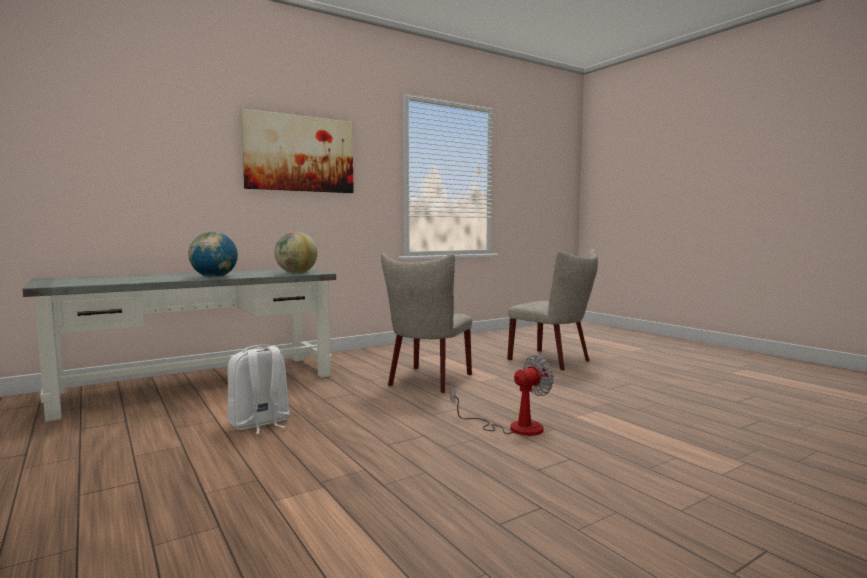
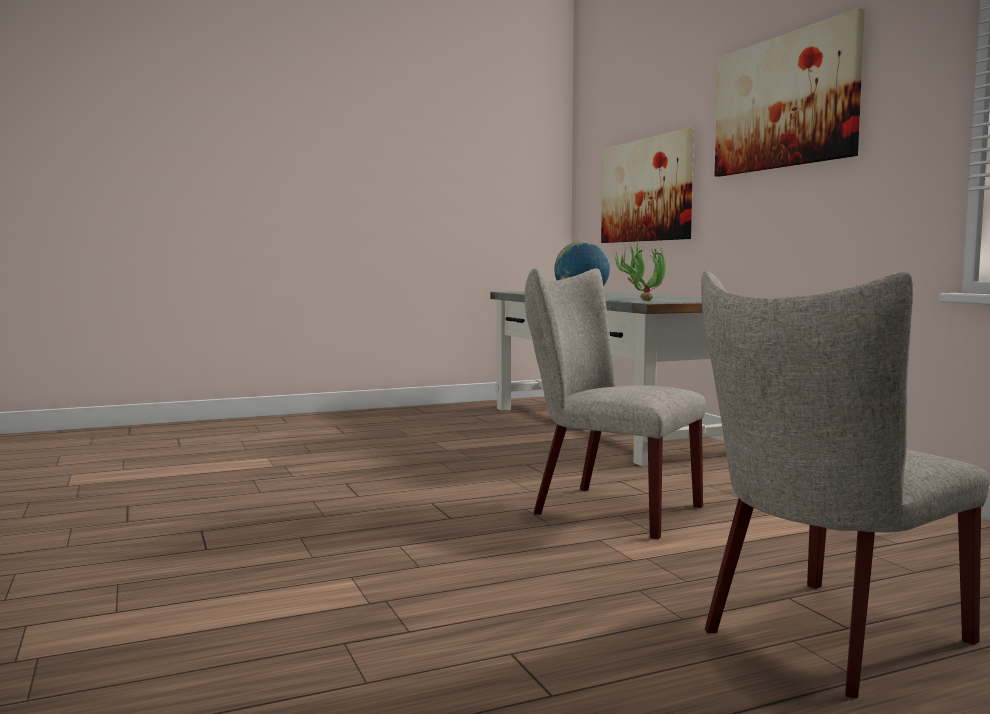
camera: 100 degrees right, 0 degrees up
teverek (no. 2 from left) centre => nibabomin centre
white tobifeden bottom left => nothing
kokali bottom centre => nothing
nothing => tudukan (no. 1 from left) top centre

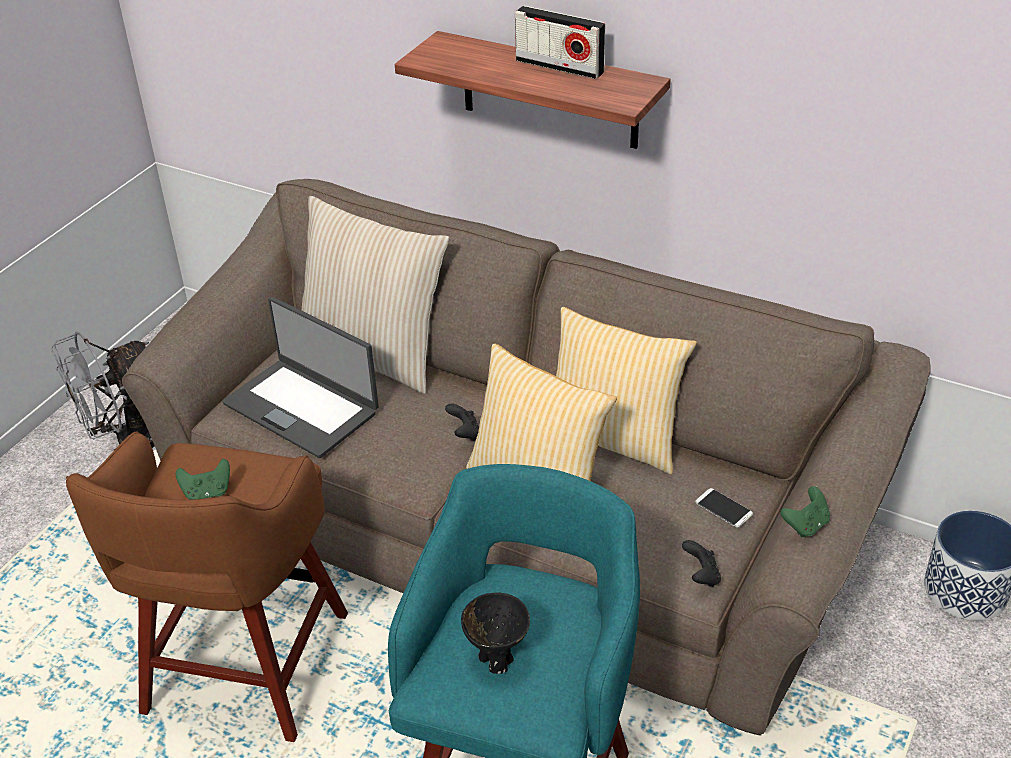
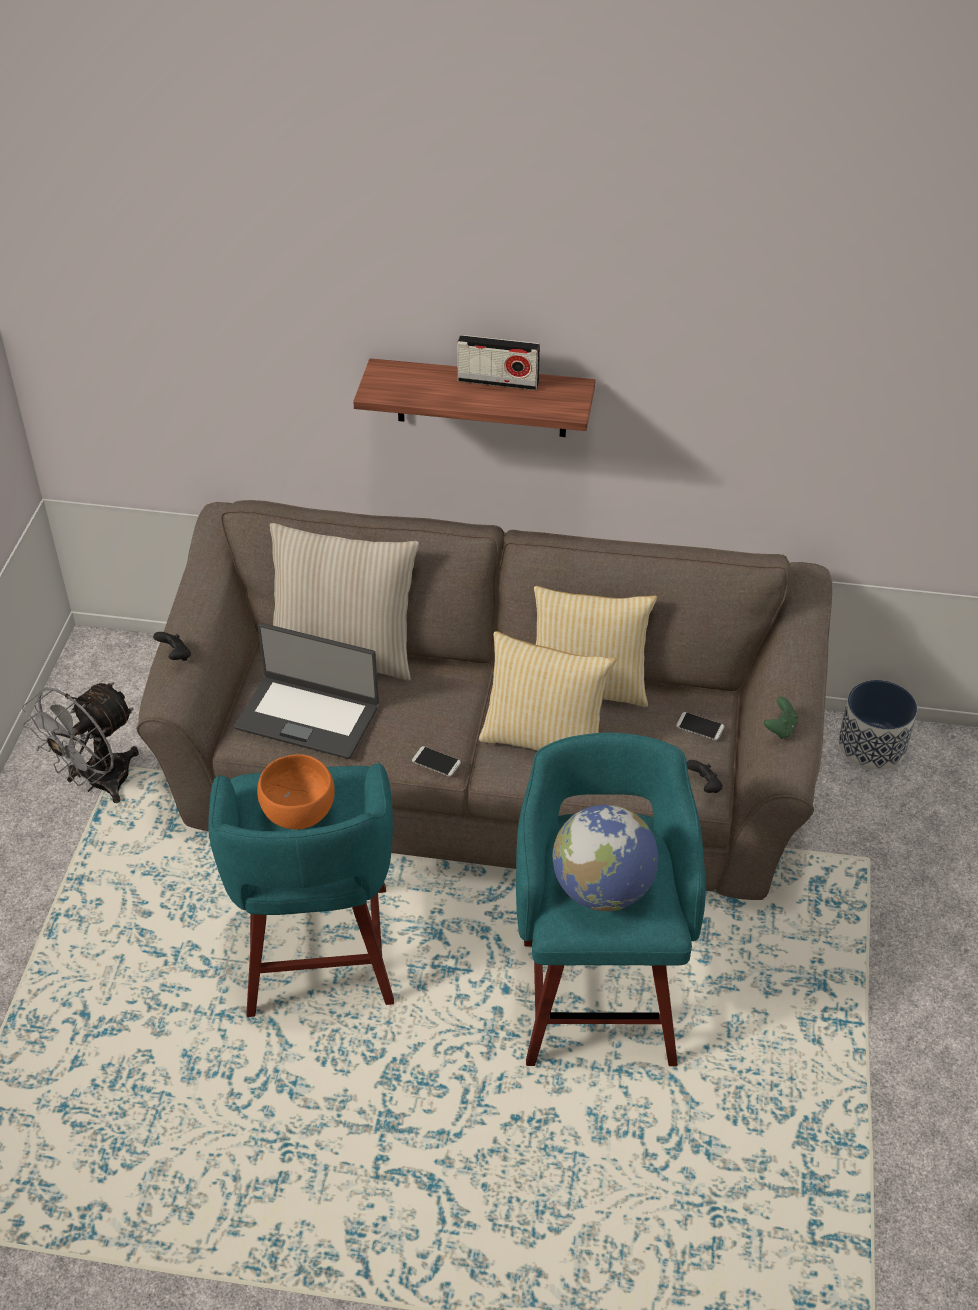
camera: 20 degrees left, 5 degrees up
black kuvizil (no. 1 from left) centre => black kuvizil (no. 1 from left) middle left, relocated
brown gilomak bottom left => turquoise gilomak (no. 1 from left) bottom left
green kuvizil (no. 1 from left) middle left => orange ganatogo middle left
black ganatogo bottom centre => teverek centre
nothing => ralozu (no. 1 from left) centre

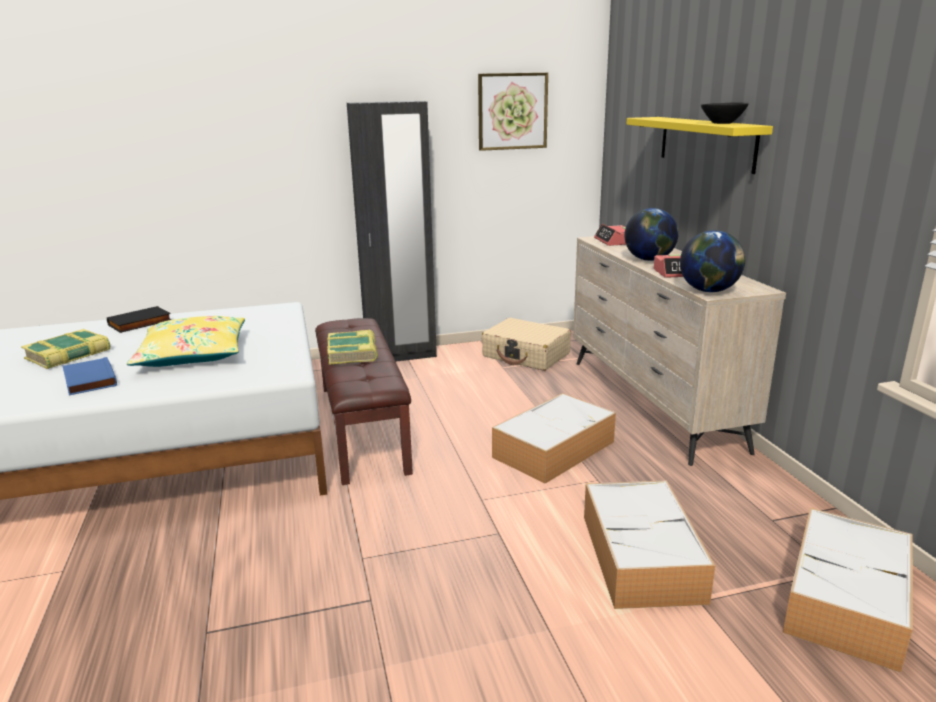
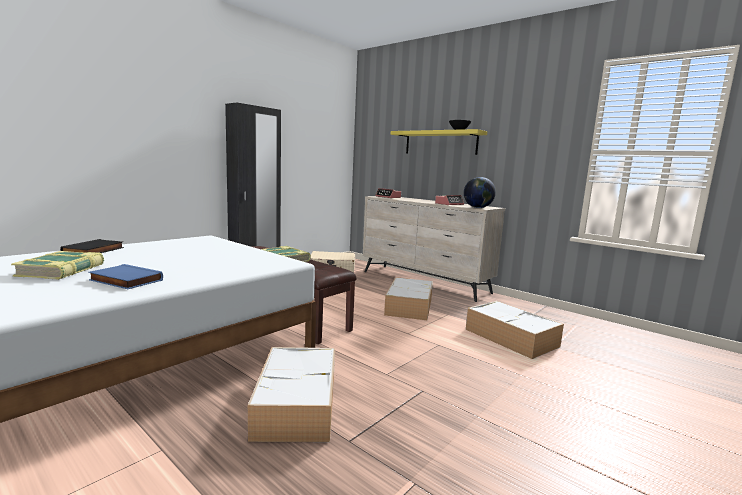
camera: 35 degrees left, 10 degrees down
tudukan top centre => nothing
teverek (no. 1 from left) middle right => nothing
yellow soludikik middle left => nothing
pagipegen (no. 3 from left in the first image) bottom right => pagipegen (no. 1 from left) bottom centre, relocated

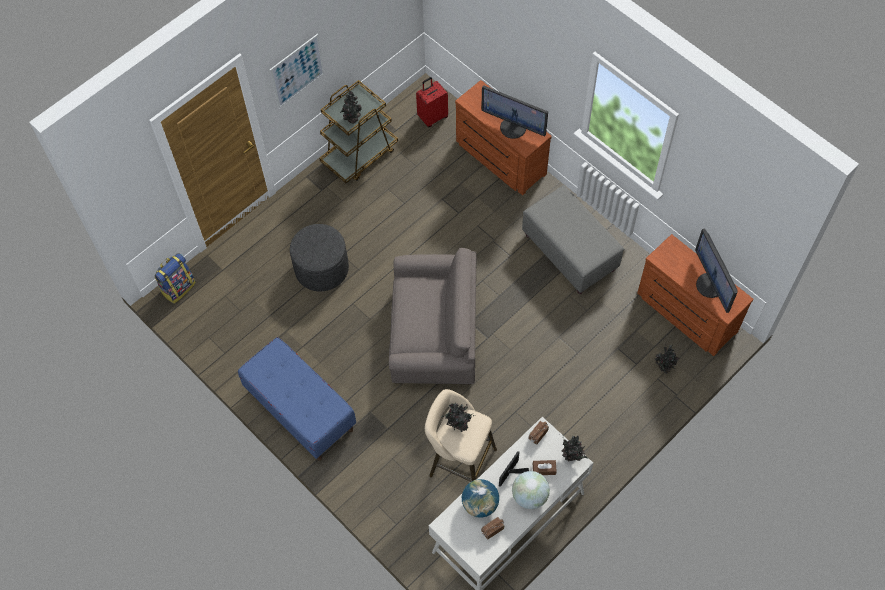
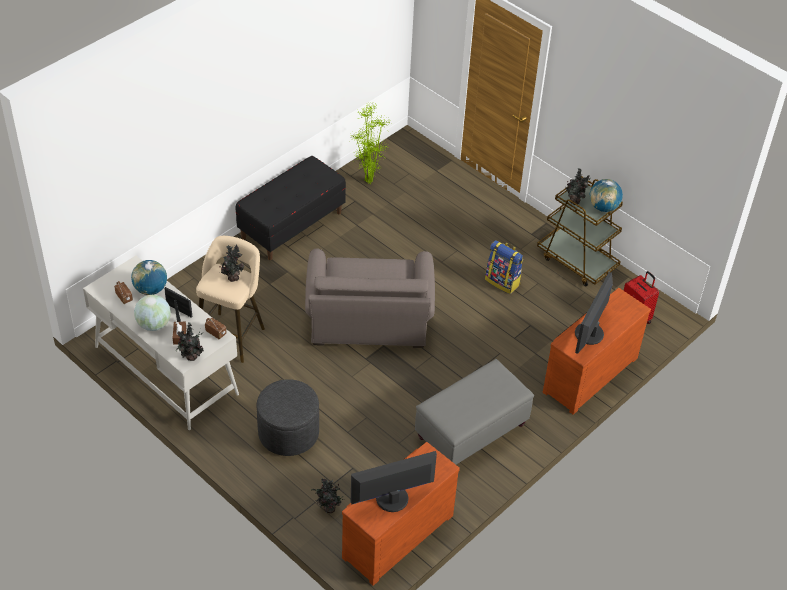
camera: 85 degrees right, 15 degrees down
tudukan top centre => nothing
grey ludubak (no. 1 from left) centre => grey ludubak (no. 1 from left) bottom centre, relocated
tobifeden middle left => tobifeden centre, relocated
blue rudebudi bottom centre => black rudebudi centre
nothing => nibabomin (no. 4 from left) top centre
nothing => teverek (no. 3 from left) top right

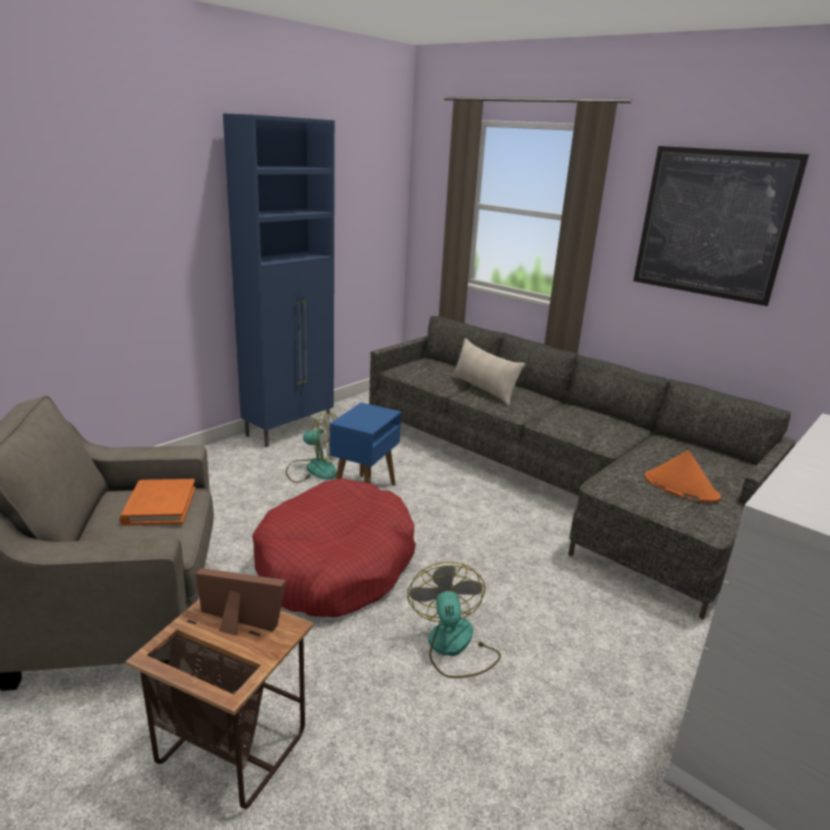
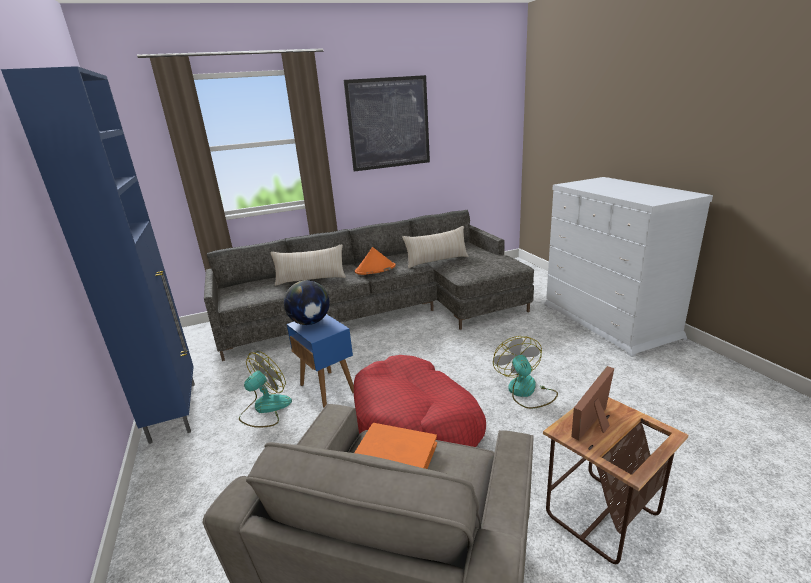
camera: 60 degrees left, 0 degrees up
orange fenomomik middle right => orange fenomomik centre, relocated
kokali (no. 2 from left) bottom centre => kokali (no. 2 from left) centre, 60 degrees clockwise
nothing => beige soludikik (no. 2 from left) centre
nothing => teverek centre

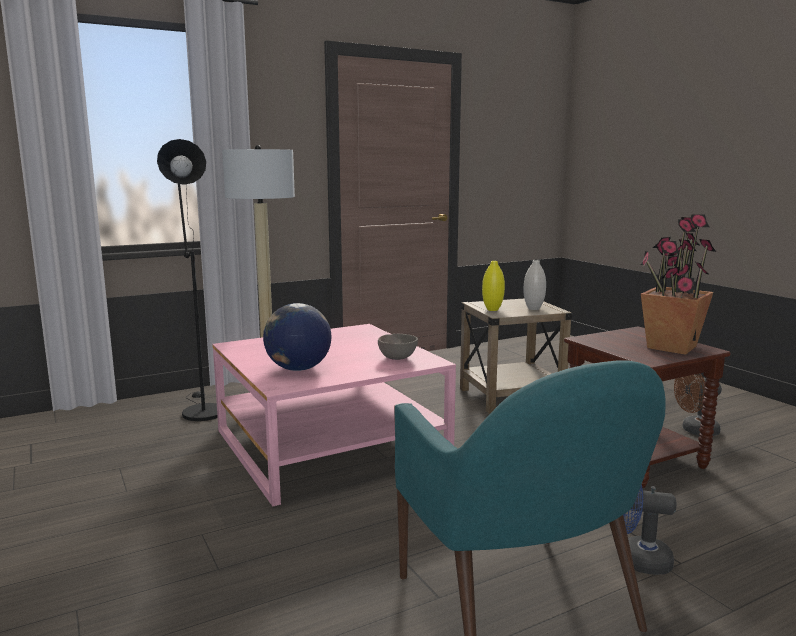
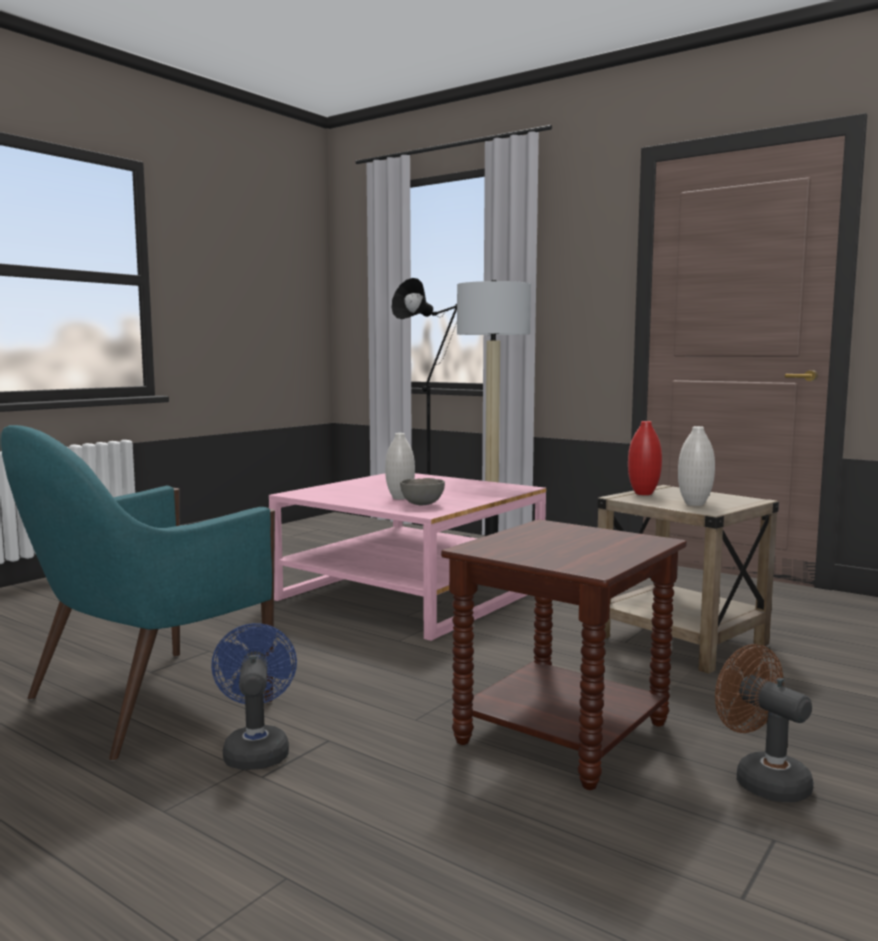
camera: 65 degrees right, 5 degrees down
nibabomin middle right => nothing
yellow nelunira centre => red nelunira middle right
teverek centre => nothing
nothing => white nelunira (no. 1 from left) centre

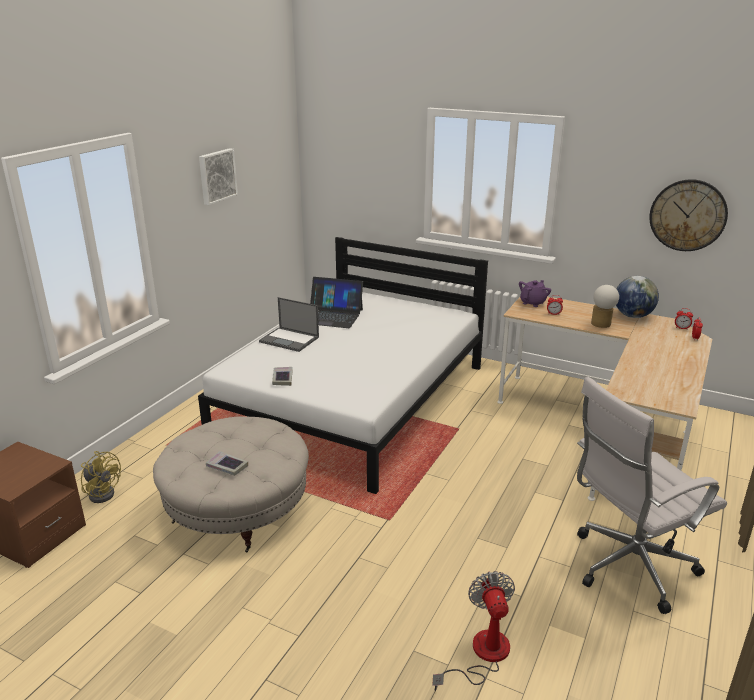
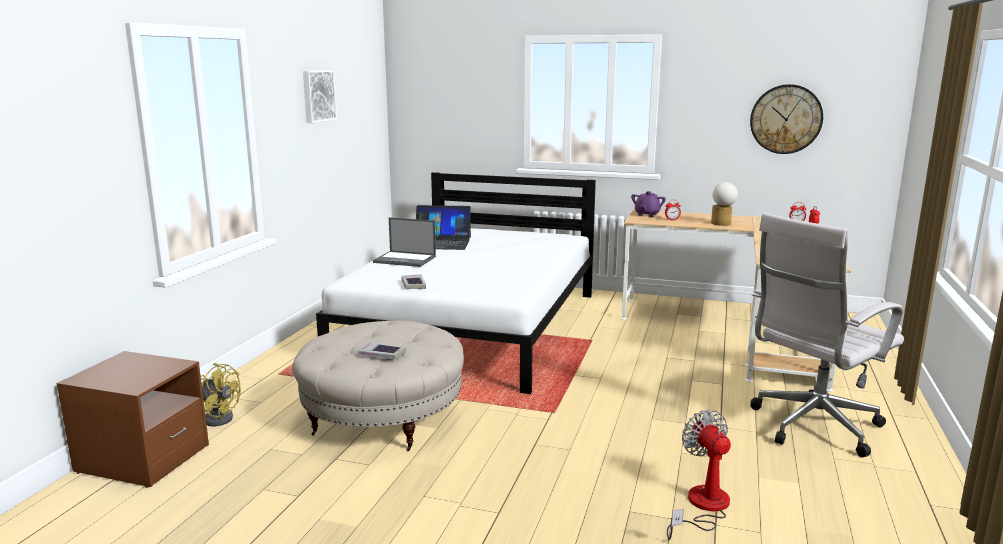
camera: 10 degrees left, 10 degrees down
teverek middle right => nothing

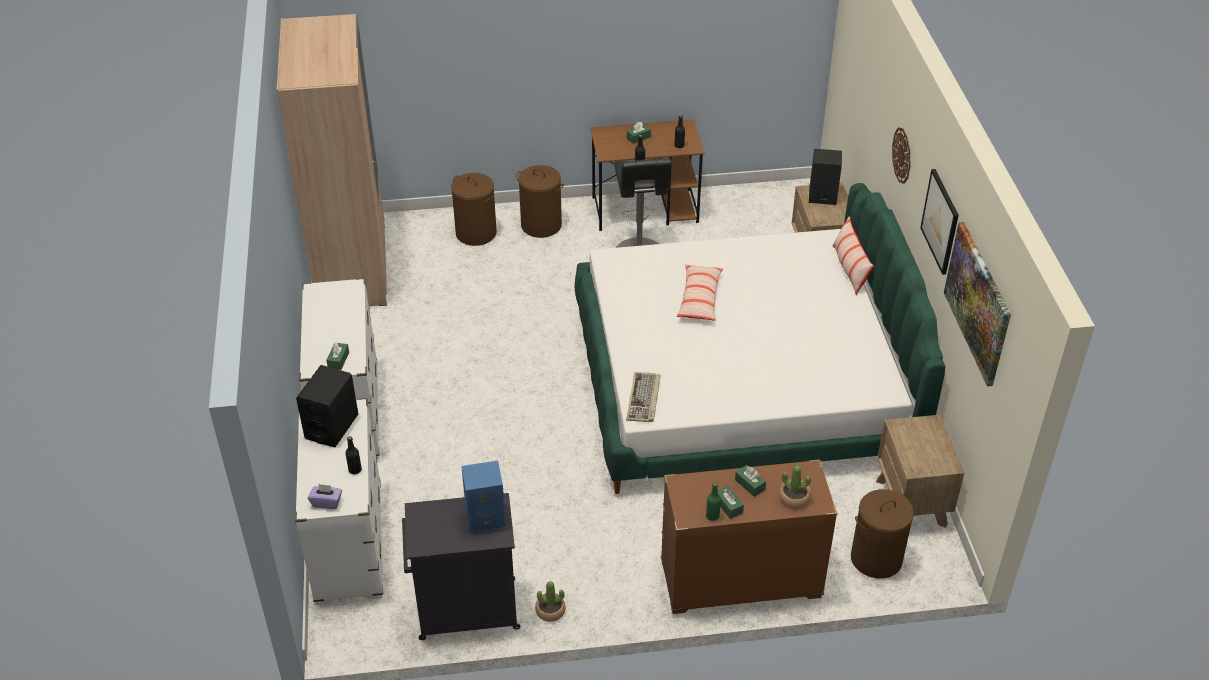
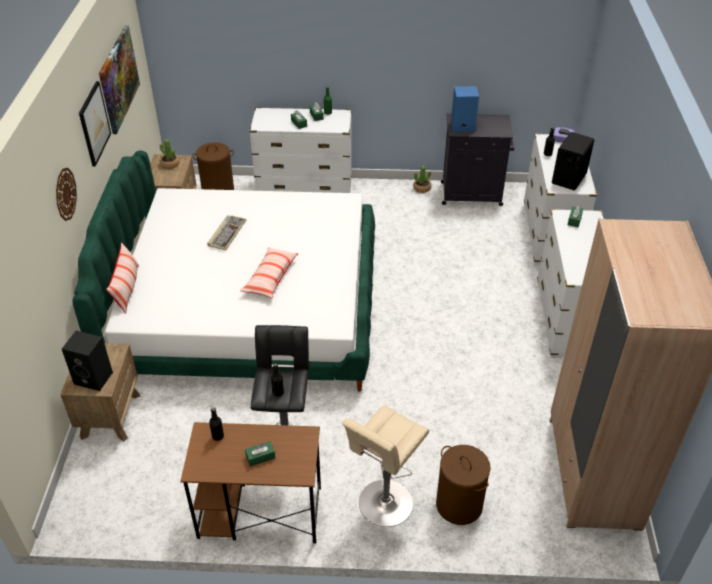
camera: 170 degrees left, 0 degrees up
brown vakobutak (no. 2 from left) top centre => beige gilomak bottom centre
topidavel centre => topidavel middle left, relocated
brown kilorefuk bottom centre => white kilorefuk (no. 1 from left) top centre
nibabomin (no. 2 from left in the first image) bottom centre => nibabomin (no. 1 from left) top left, relocated

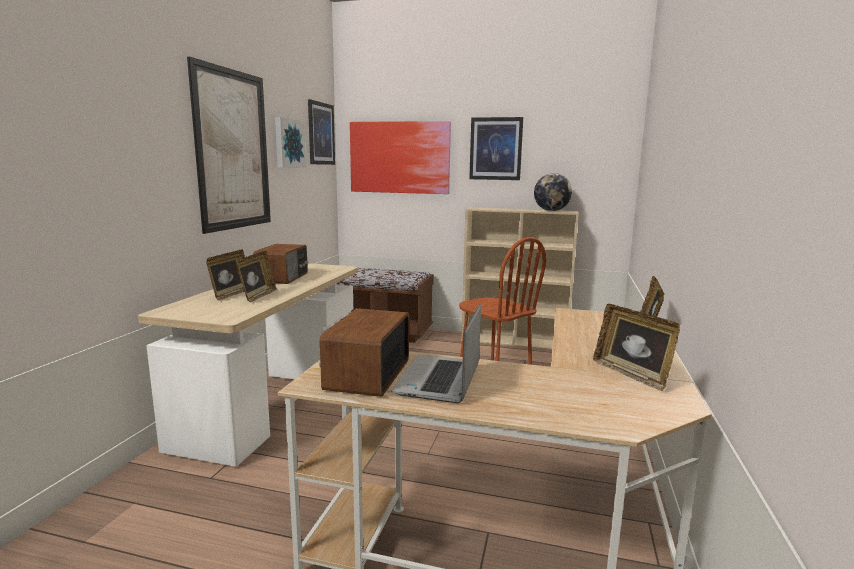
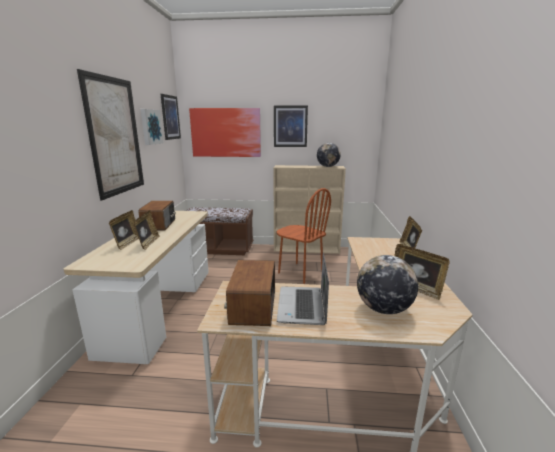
camera: 10 degrees left, 5 degrees up
nothing => teverek (no. 2 from left) middle right

